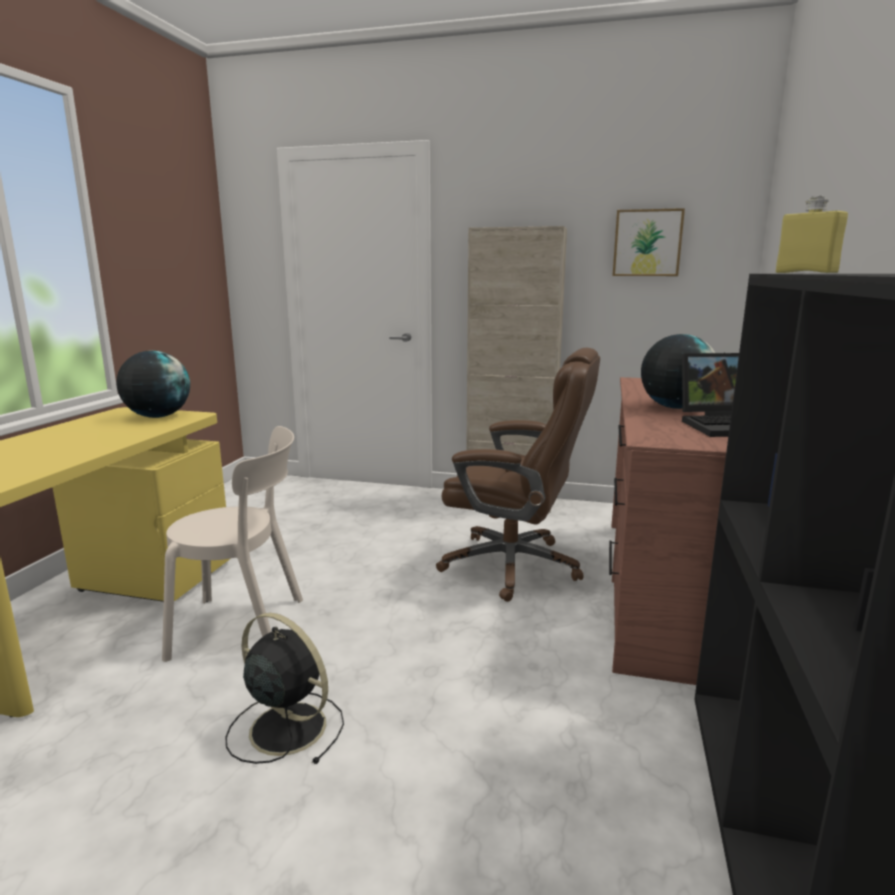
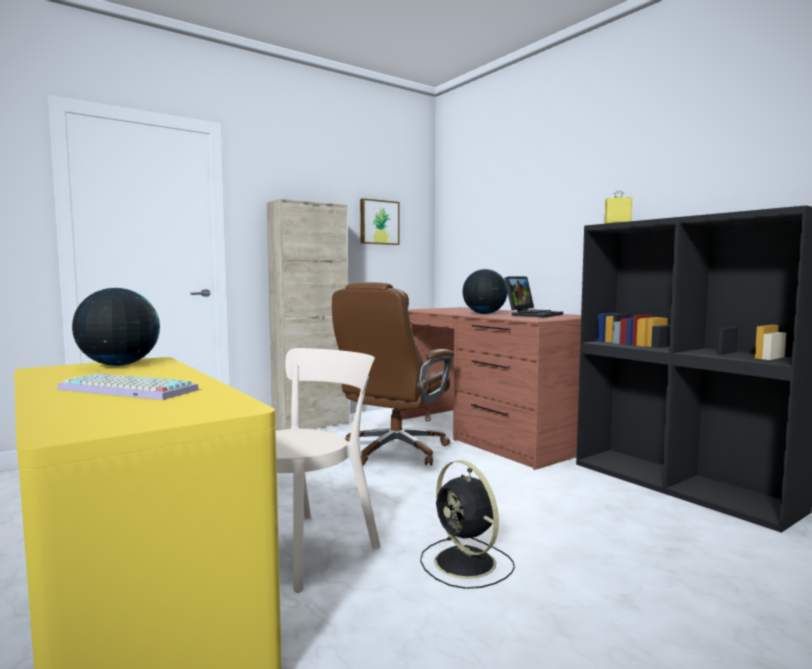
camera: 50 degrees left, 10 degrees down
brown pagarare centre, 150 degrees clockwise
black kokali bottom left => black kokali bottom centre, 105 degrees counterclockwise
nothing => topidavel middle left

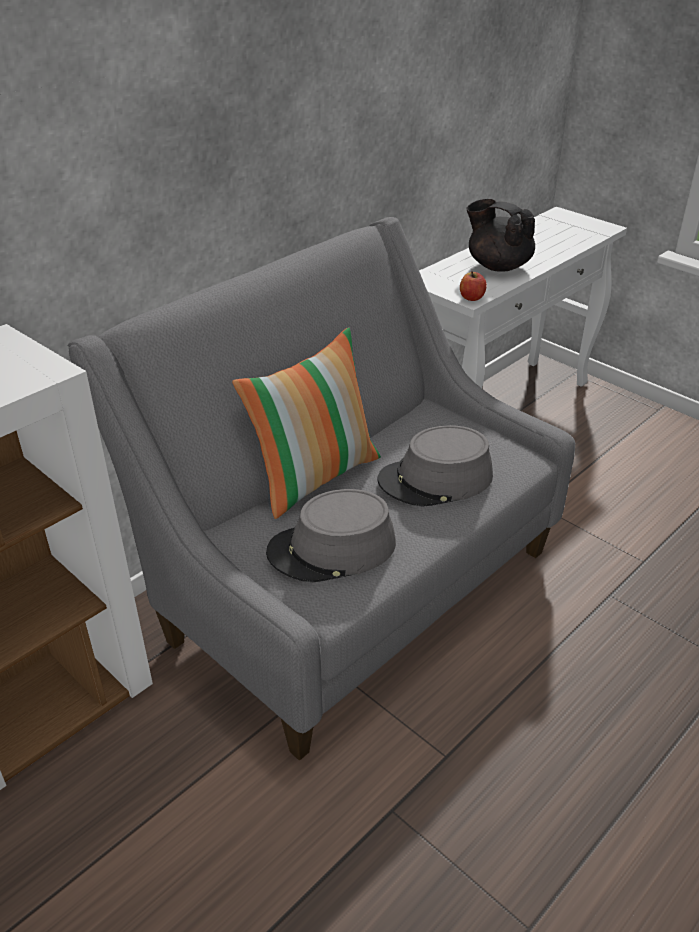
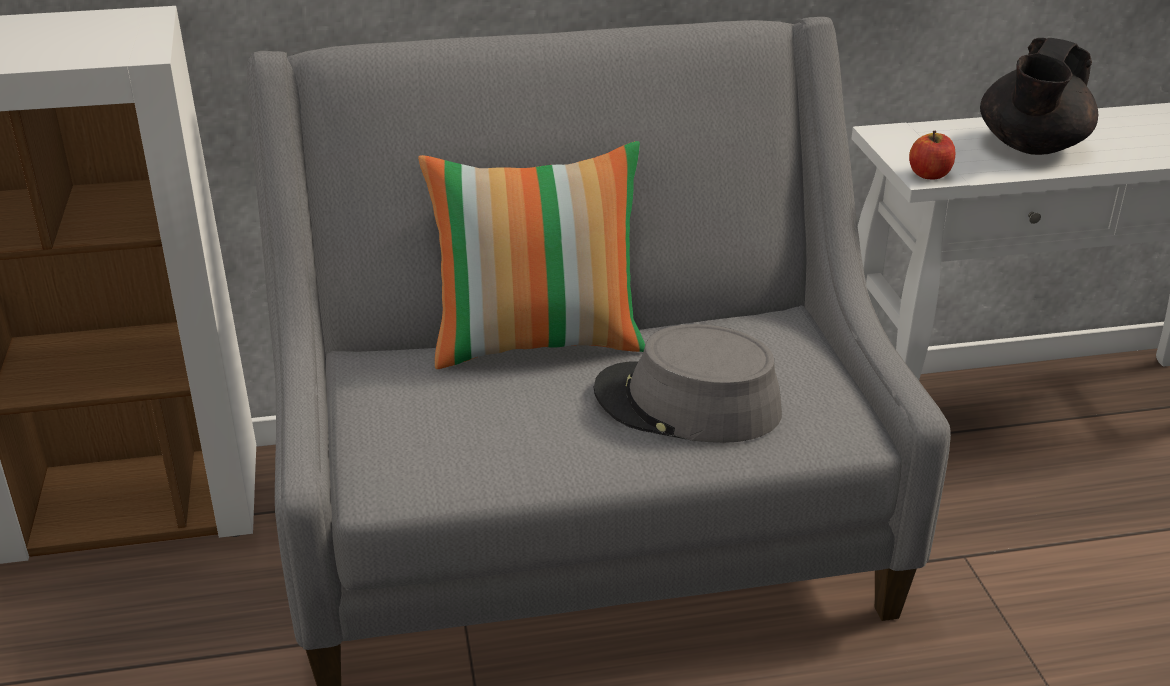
camera: 35 degrees right, 5 degrees down
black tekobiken top right, 135 degrees counterclockwise
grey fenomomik (no. 1 from left) centre => nothing

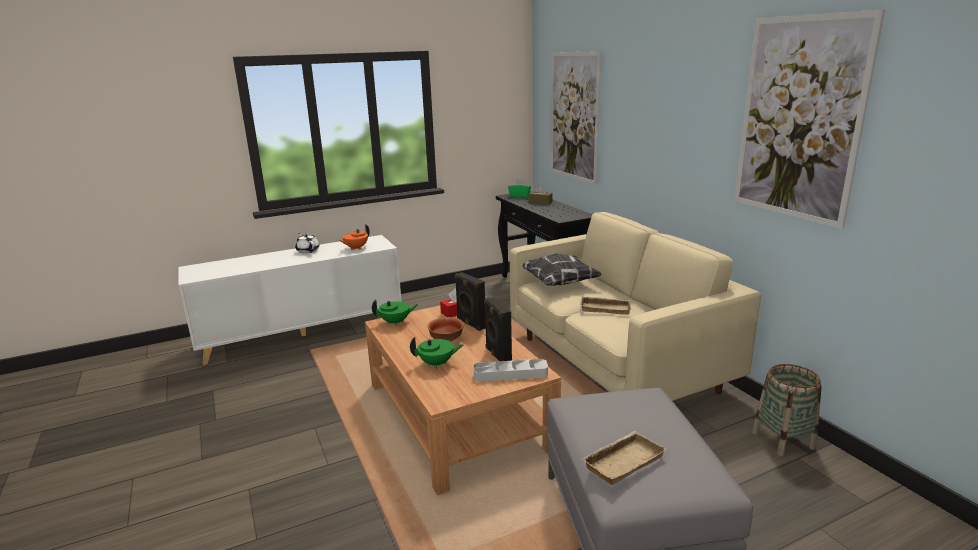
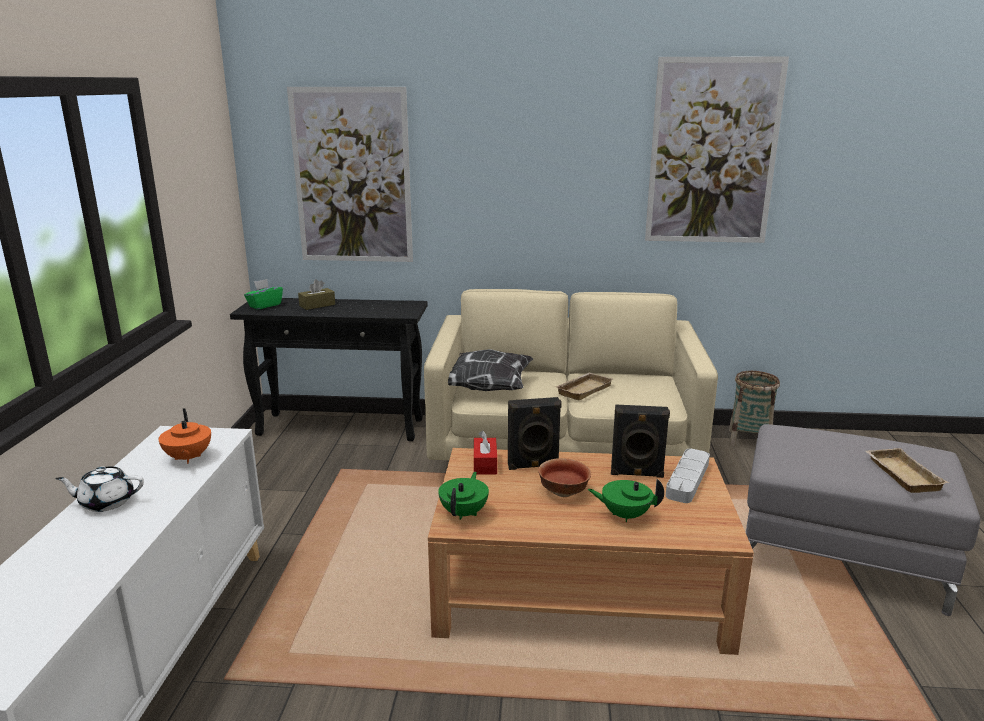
camera: 60 degrees left, 0 degrees up
green tekobiken (no. 2 from left) centre => green tekobiken (no. 2 from left) bottom centre, 105 degrees counterclockwise

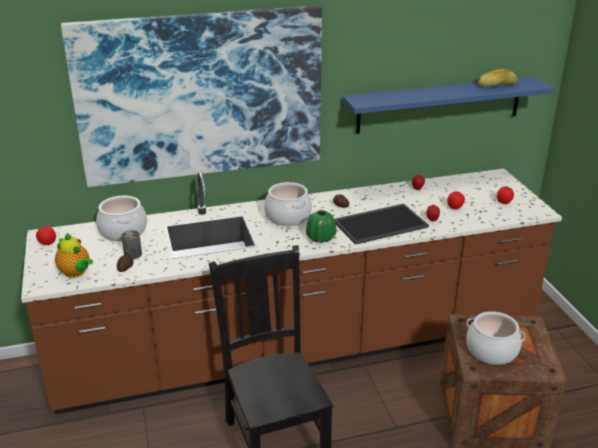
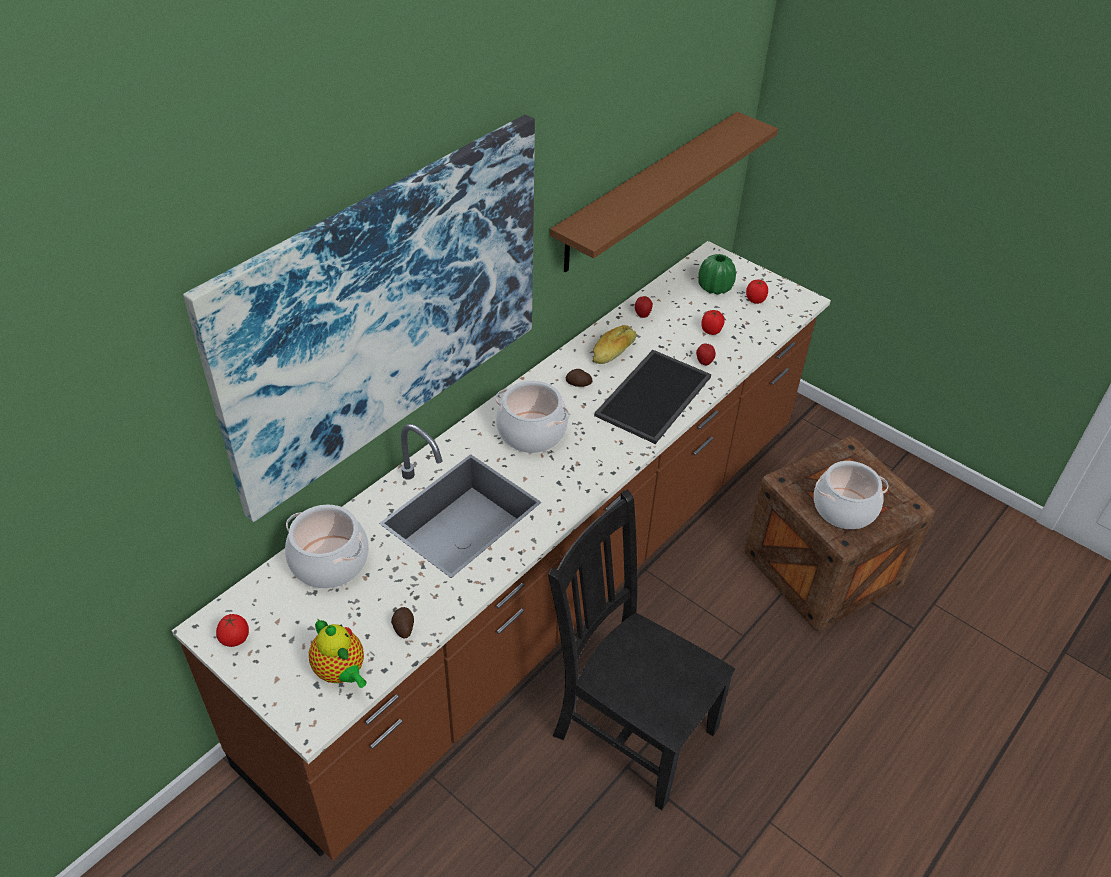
camera: 35 degrees left, 15 degrees up
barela top right => barela centre, relocated
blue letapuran top right => brown letapuran top centre
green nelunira centre => green nelunira top centre, relocated
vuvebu middle left => nothing
tekobiken middle left => tekobiken bottom left, 45 degrees clockwise

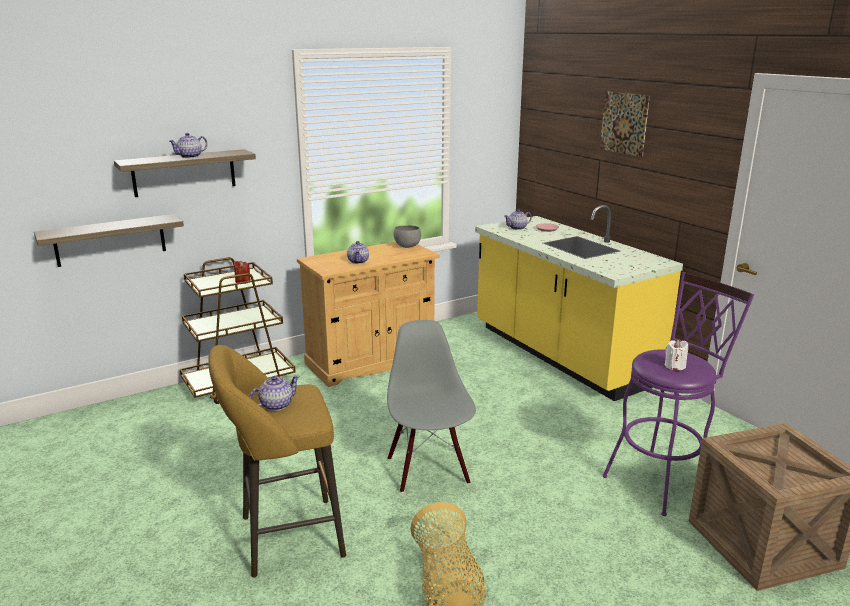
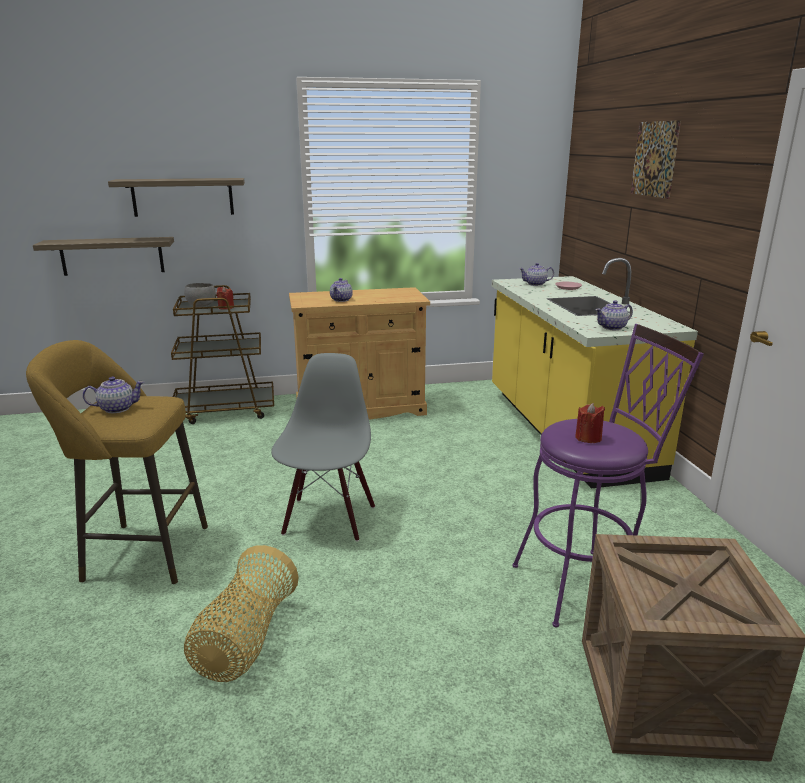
camera: 20 degrees right, 0 degrees up
tekobiken (no. 1 from left in the first image) top left => tekobiken (no. 4 from left) middle right, relocated
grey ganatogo centre => grey ganatogo middle left, relocated
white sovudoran middle right => red sovudoran (no. 2 from left) middle right

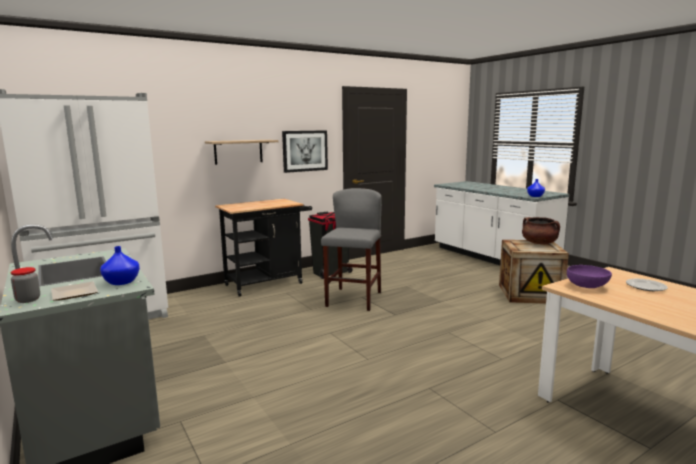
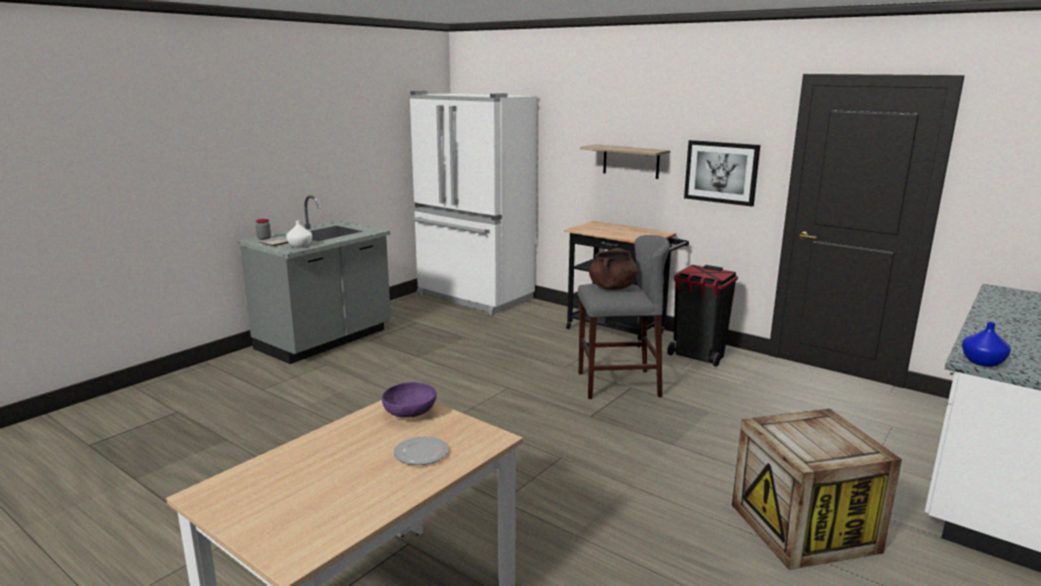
camera: 70 degrees right, 5 degrees up
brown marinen middle right => brown marinen centre, relocated
blue nelunira (no. 1 from left) middle left => white nelunira middle left

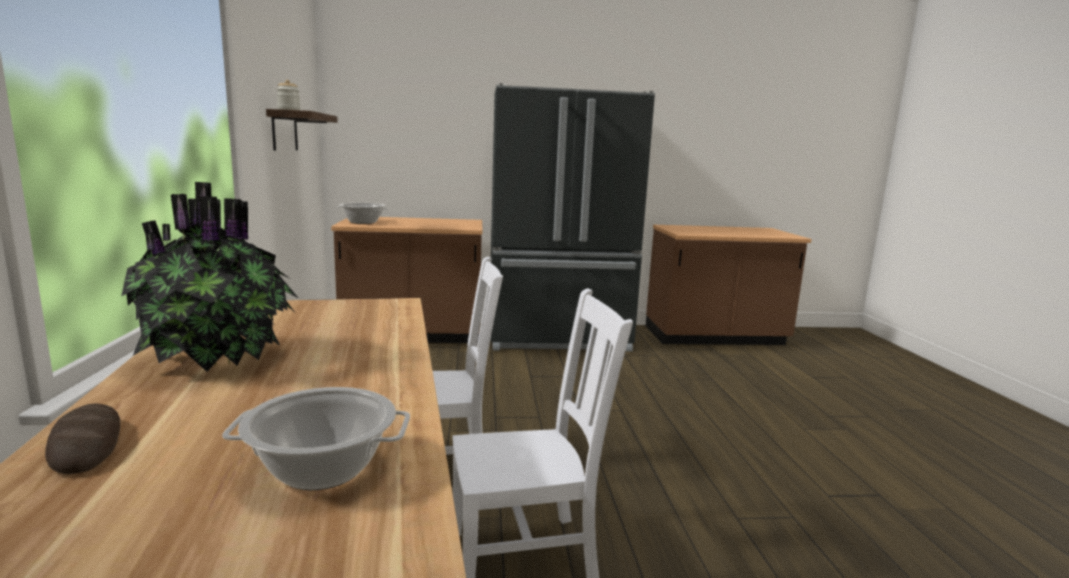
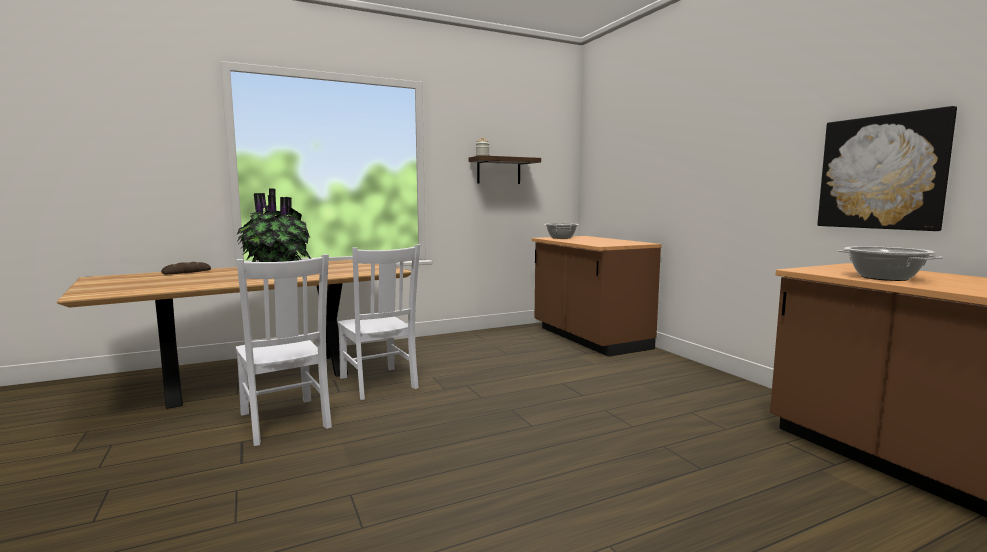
camera: 70 degrees right, 5 degrees down
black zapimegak centre => nothing
marinen (no. 1 from left in the first image) bottom left => marinen (no. 2 from left) middle right, relocated
nothing => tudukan top right

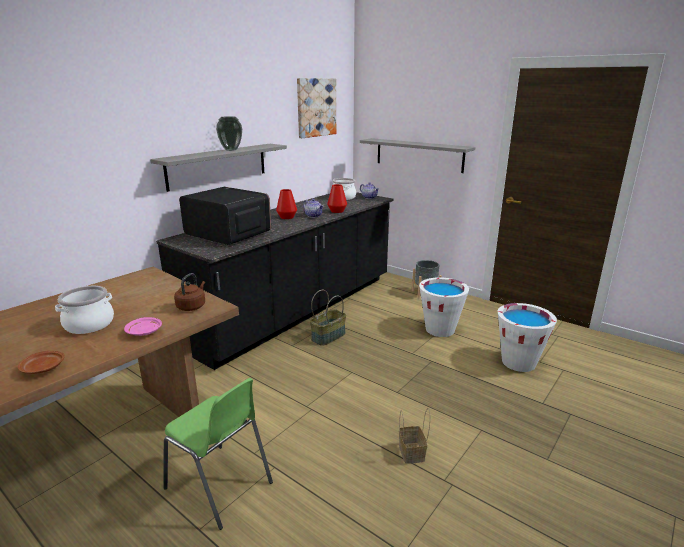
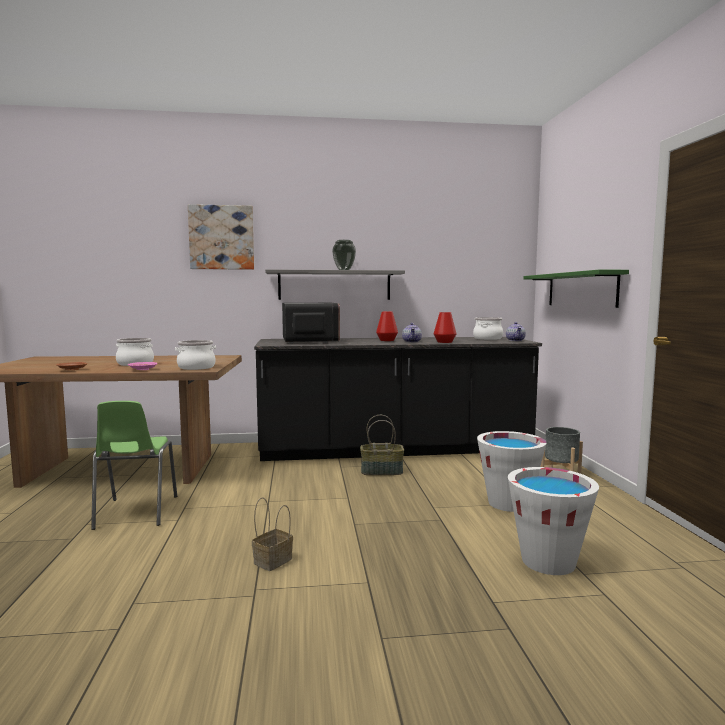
camera: 45 degrees right, 15 degrees down
tudukan top centre => tudukan top left, relocated
grey letapuran (no. 2 from left) top centre => green letapuran middle right
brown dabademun middle left => marinen (no. 2 from left) middle left

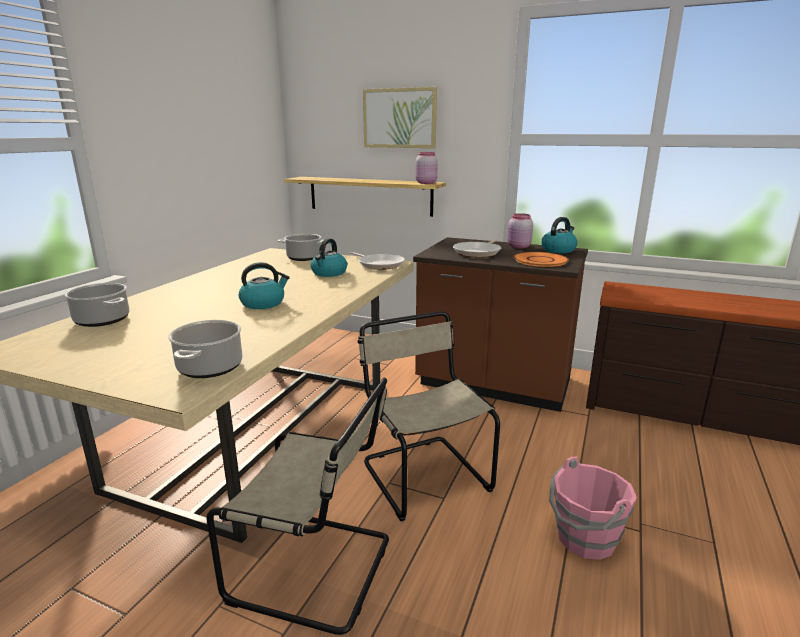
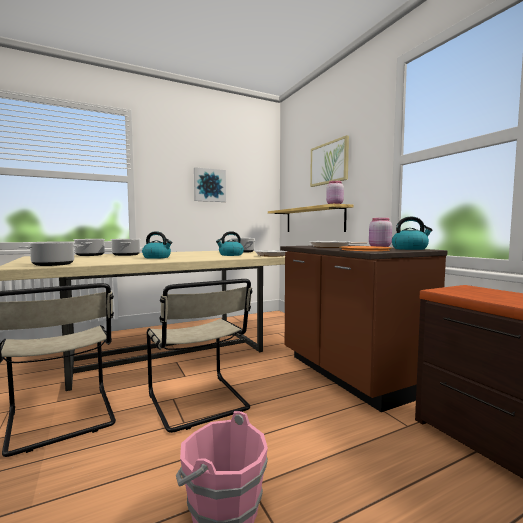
camera: 40 degrees right, 15 degrees down
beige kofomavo (no. 2 from left) centre => beige kofomavo (no. 2 from left) bottom centre, 135 degrees clockwise
nothing => tudukan (no. 1 from left) centre
nothing => marinen (no. 3 from left) middle left

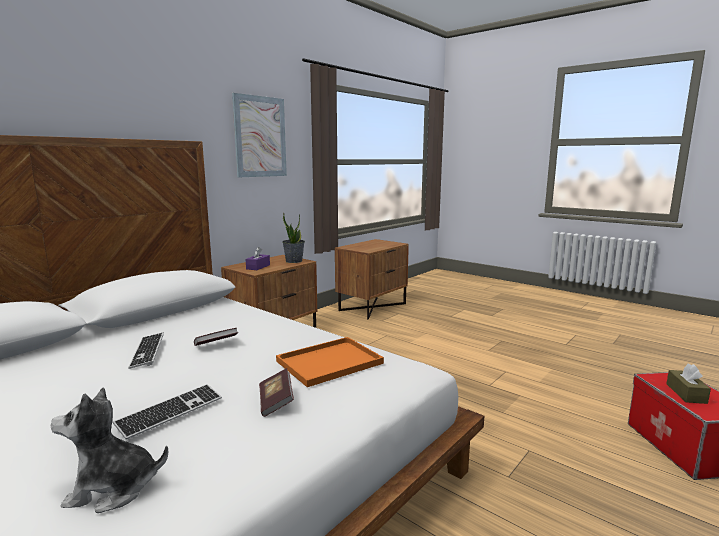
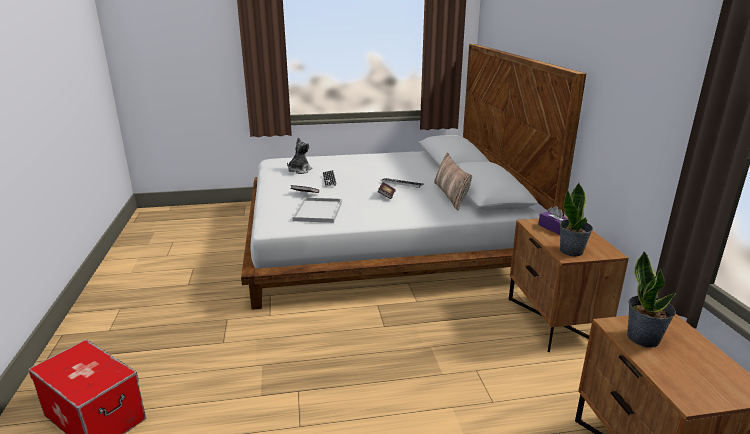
camera: 130 degrees right, 10 degrees up
tudukan top centre => nothing
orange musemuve bottom centre => white musemuve centre
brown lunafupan bottom right => nothing
nothing => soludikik centre
nothing => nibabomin (no. 2 from left) bottom right

